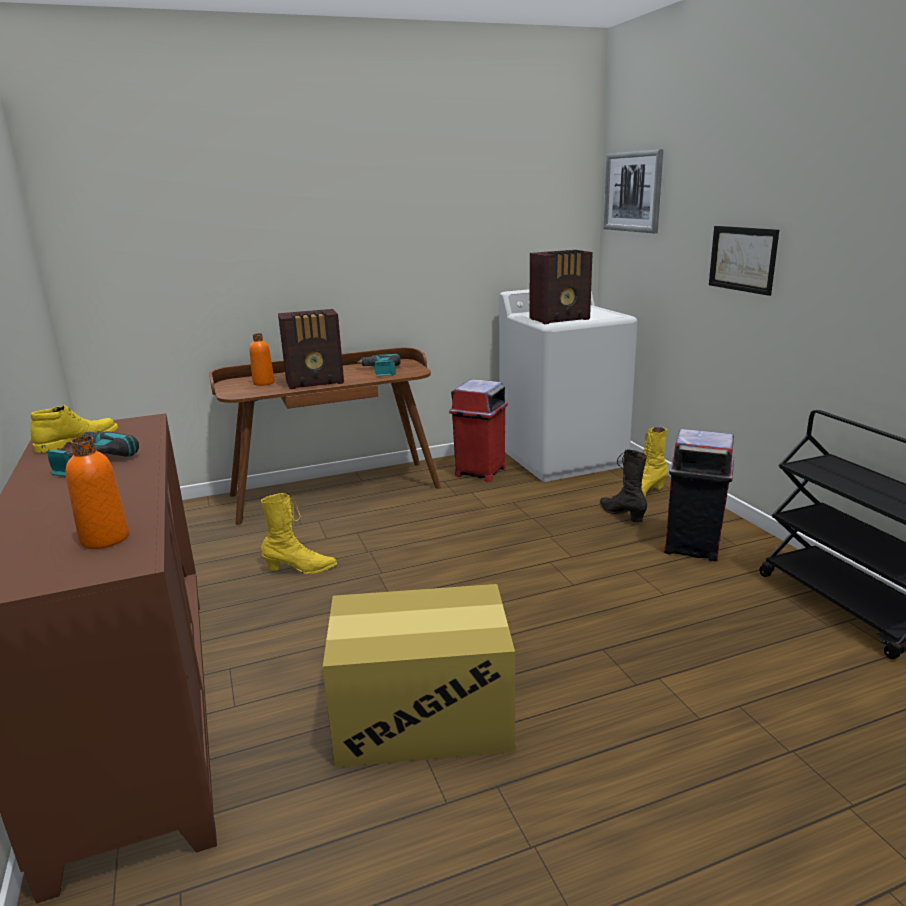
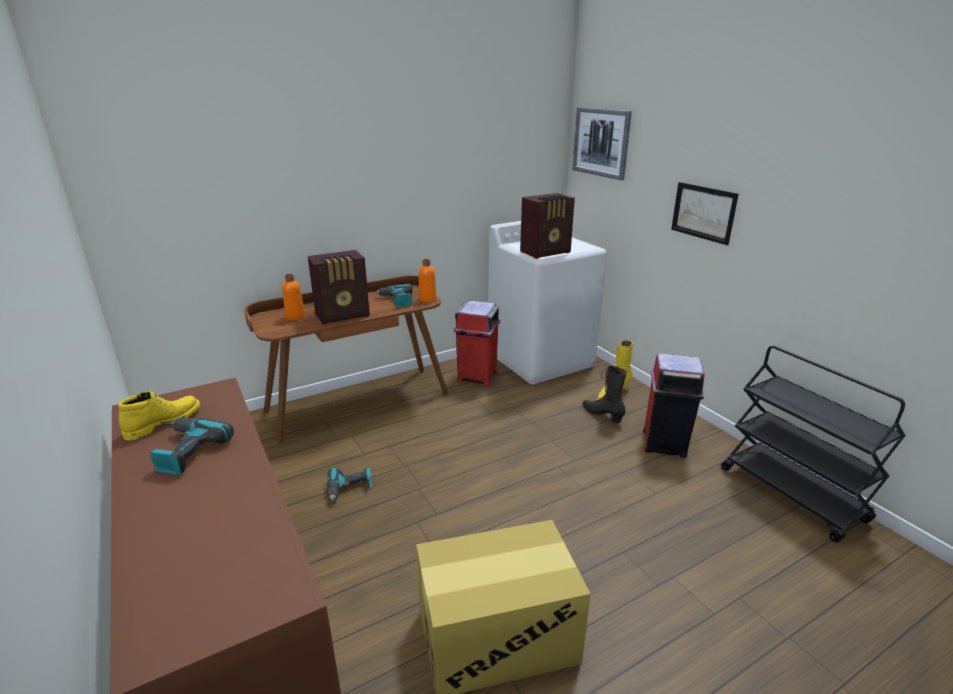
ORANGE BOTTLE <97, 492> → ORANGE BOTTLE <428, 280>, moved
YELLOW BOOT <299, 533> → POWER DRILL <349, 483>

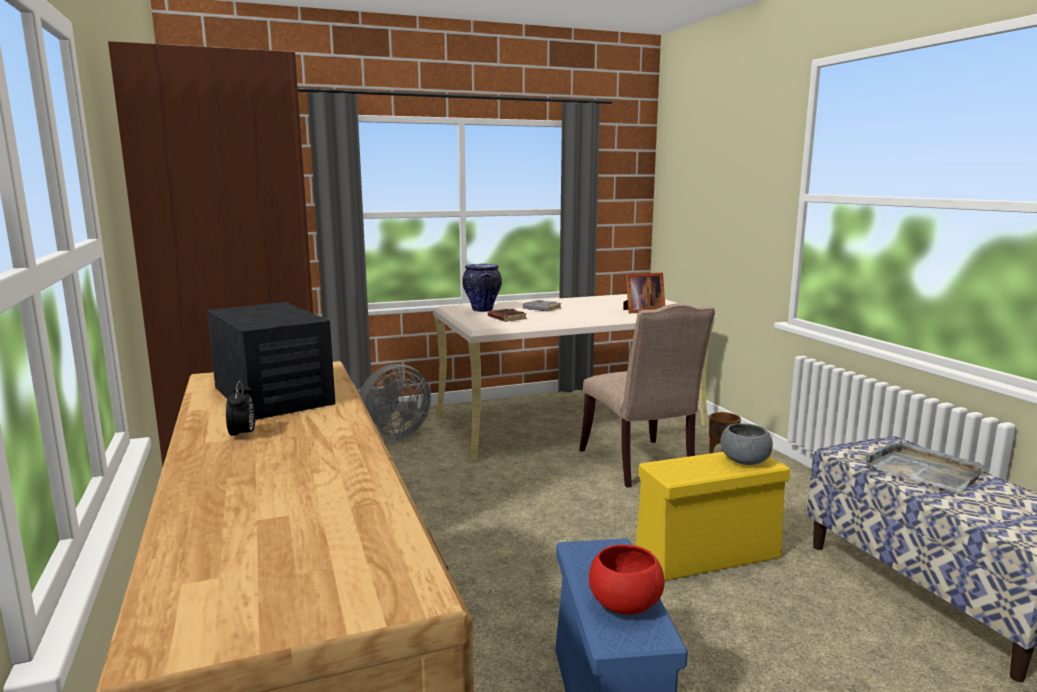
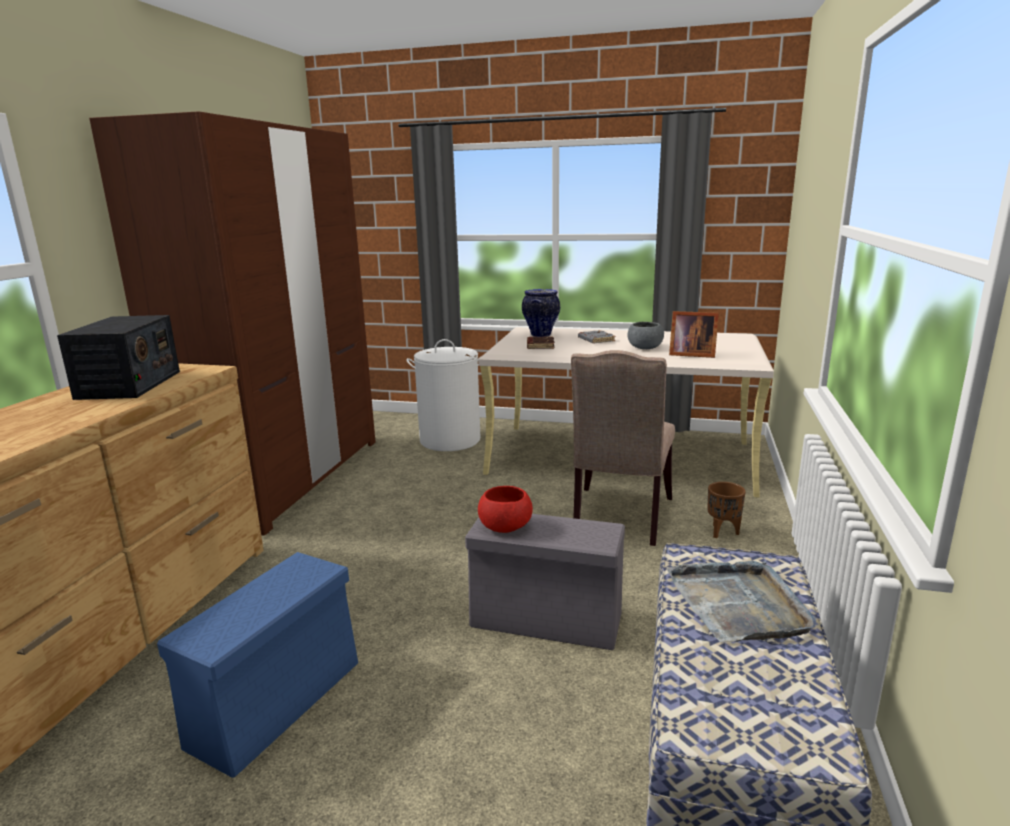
ALARM CLOCK <241, 410> → -
RED BOWL <626, 579> → RED BOWL <505, 509>, moved
GREY BOWL <746, 444> → GREY BOWL <646, 335>, moved
GREY FAN <394, 403> → WHITE LAUNDRY BASKET <443, 395>
YELLOW STORAGE BOX <713, 516> → GREY STORAGE BOX <545, 582>

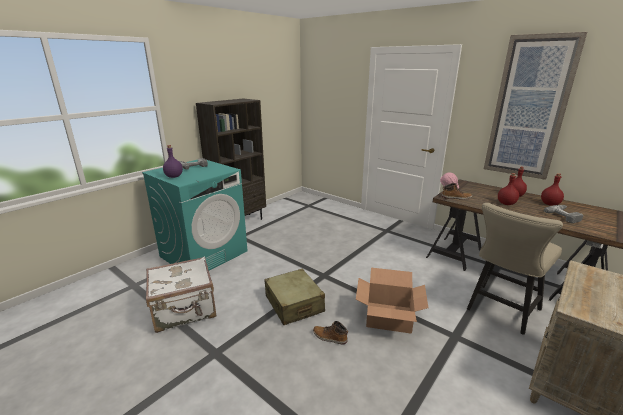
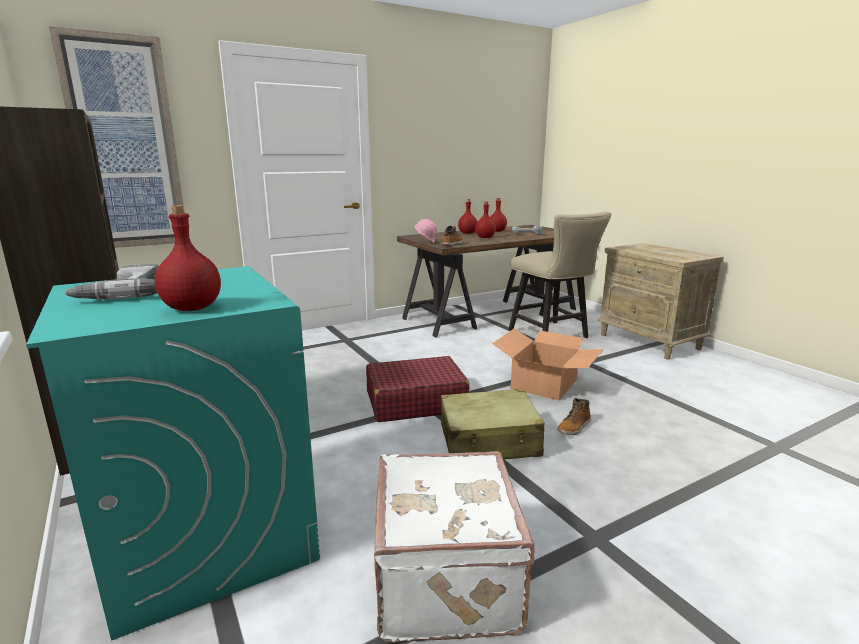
- → RED SUITCASE <417, 389>
PICTURE <535, 106> → PICTURE <117, 137>, moved
PURPLE BOTTLE <173, 161> → RED BOTTLE <188, 258>

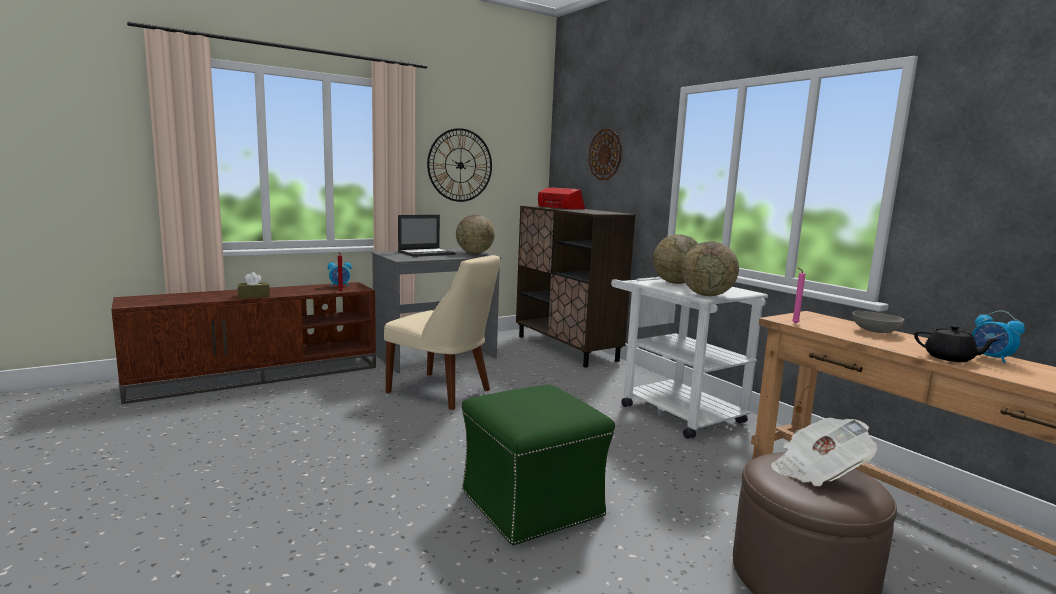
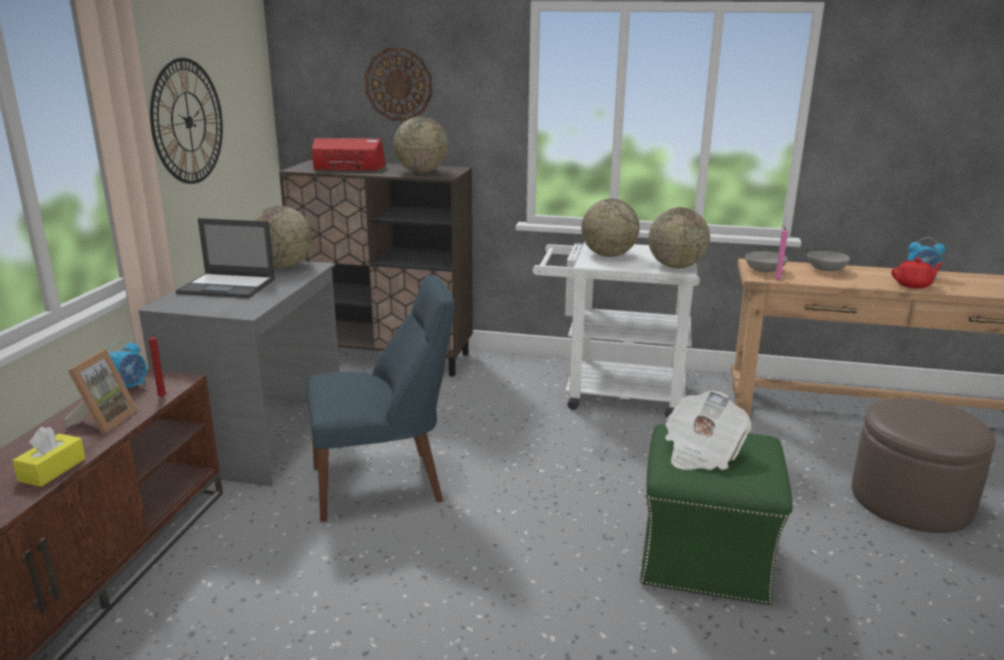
- → PICTURE FRAME <101, 391>
- → GLOBE <421, 145>
- → GREY BOWL <766, 261>
NEWSPAPER <824, 452> → NEWSPAPER <708, 430>, moved
BROWN TISSUE BOX <254, 285> → YELLOW TISSUE BOX <49, 456>
BEIGE CHAIR <442, 332> → BLUE CHAIR <380, 398>
BLACK TEAPOT <957, 343> → RED TEAPOT <917, 273>
LAPTOP <427, 236> → LAPTOP <225, 258>, 90 degrees clockwise

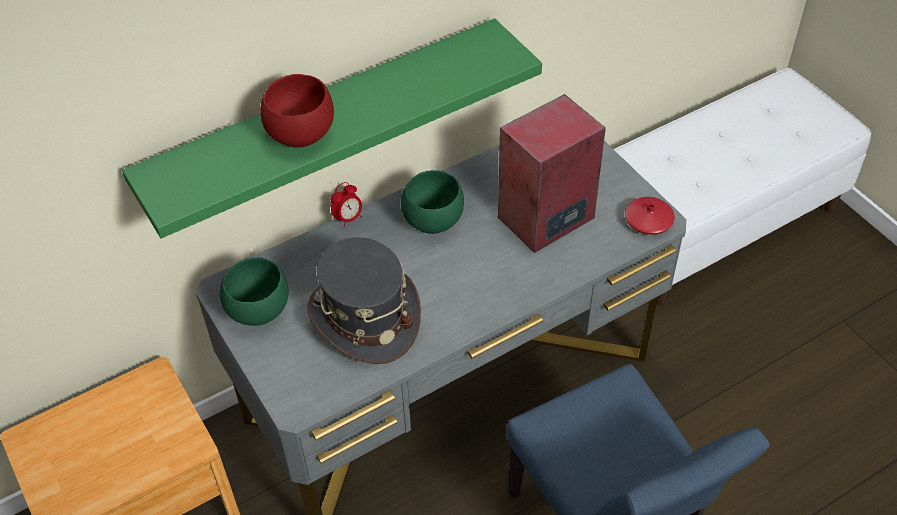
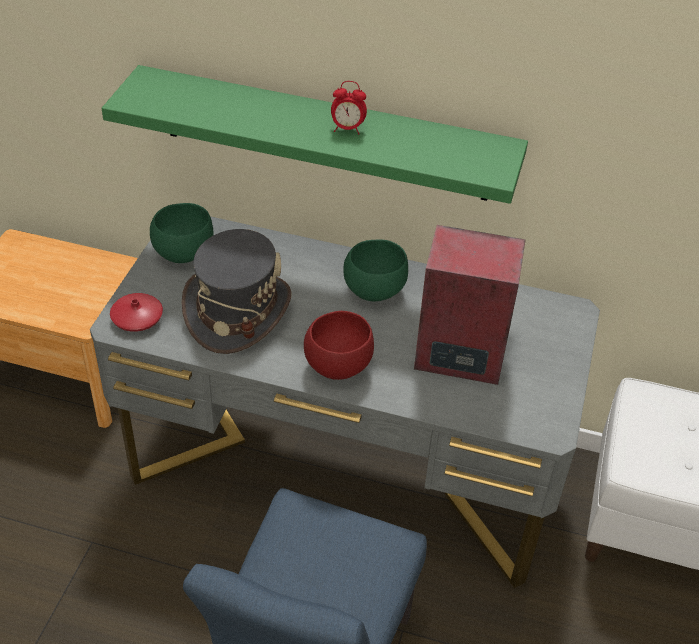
RED BOWL <297, 111> → RED BOWL <339, 345>, moved
ALARM CLOCK <346, 205> → ALARM CLOCK <349, 107>, moved
RED VASE <650, 216> → RED VASE <136, 312>, moved

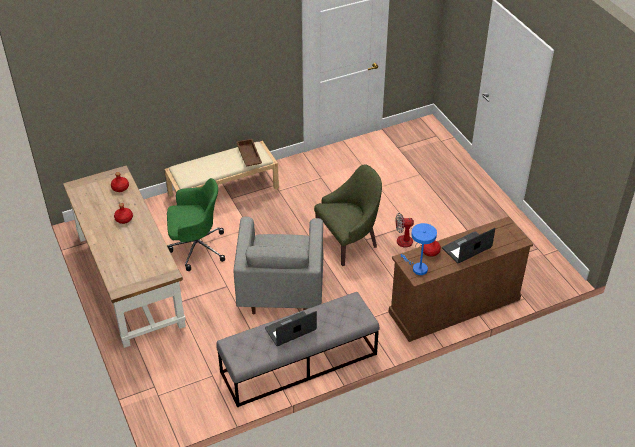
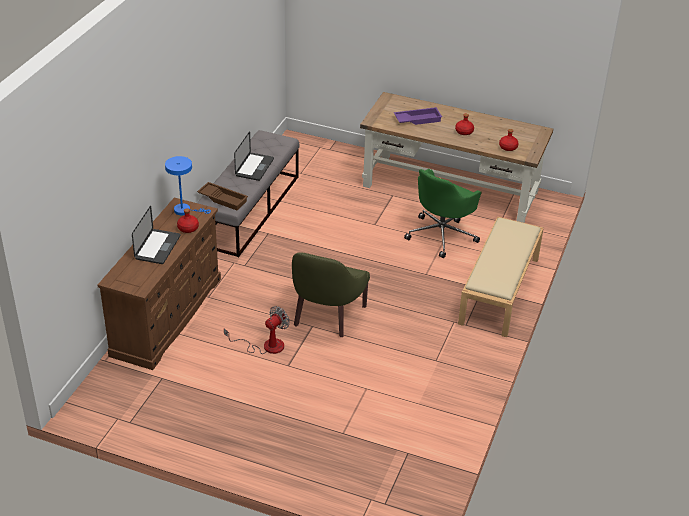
GREY ARMCHAIR <278, 266> → -
- → PURPLE TRAY <418, 116>
BROWN TRAY <249, 152> → BROWN TRAY <222, 196>, moved

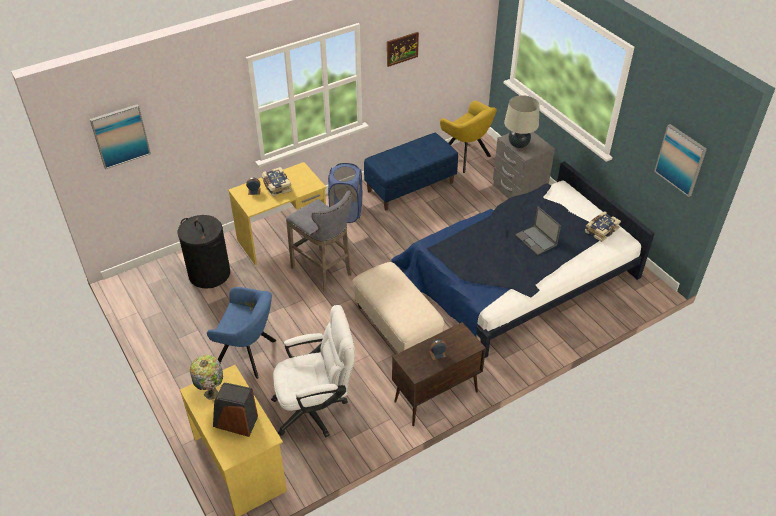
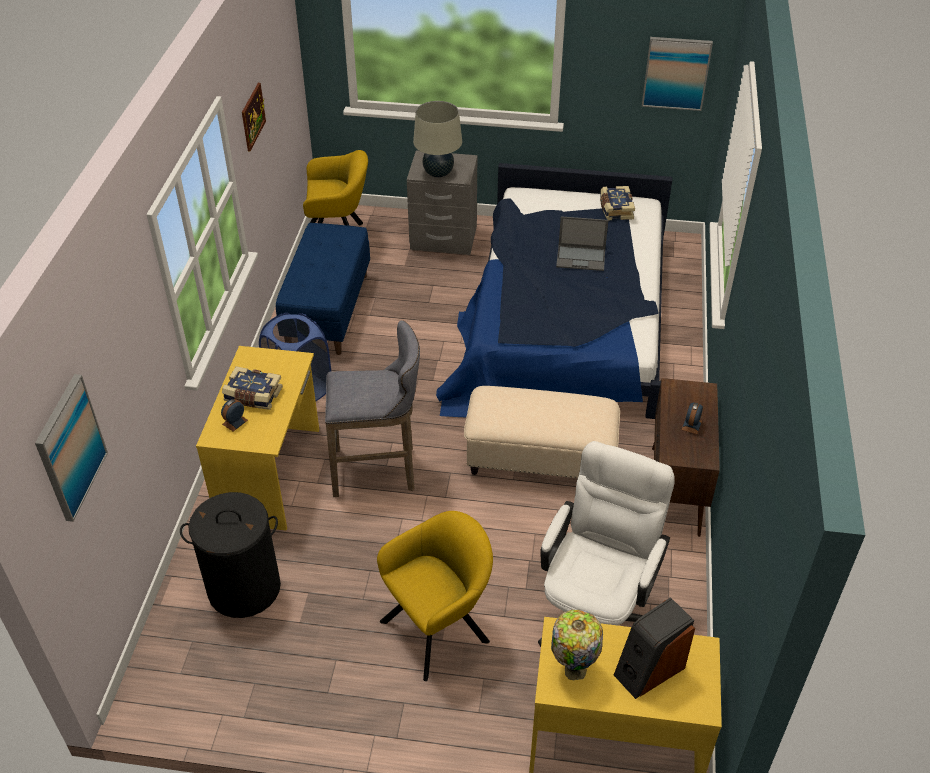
BLUE ARMCHAIR <241, 333> → YELLOW ARMCHAIR <435, 596>

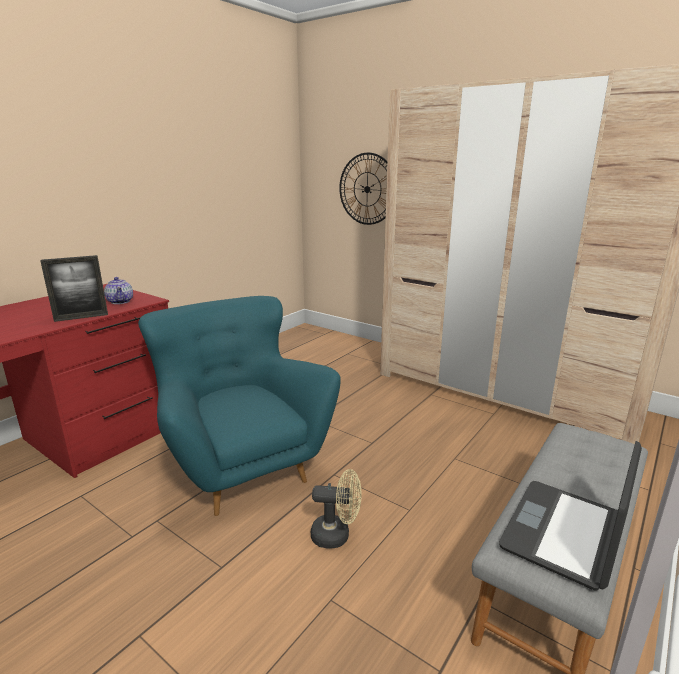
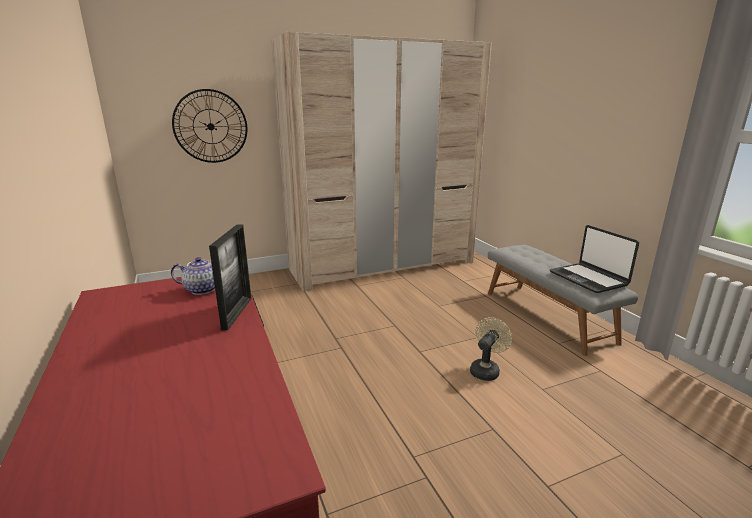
TURQUOISE ARMCHAIR <239, 406> → -

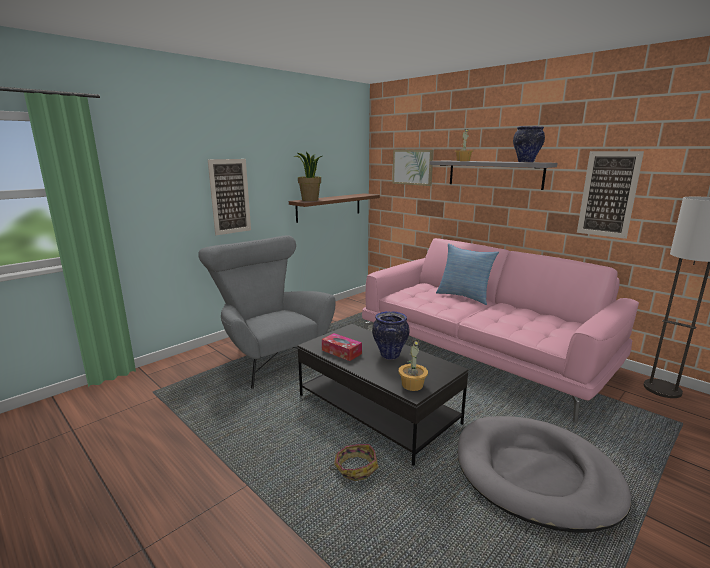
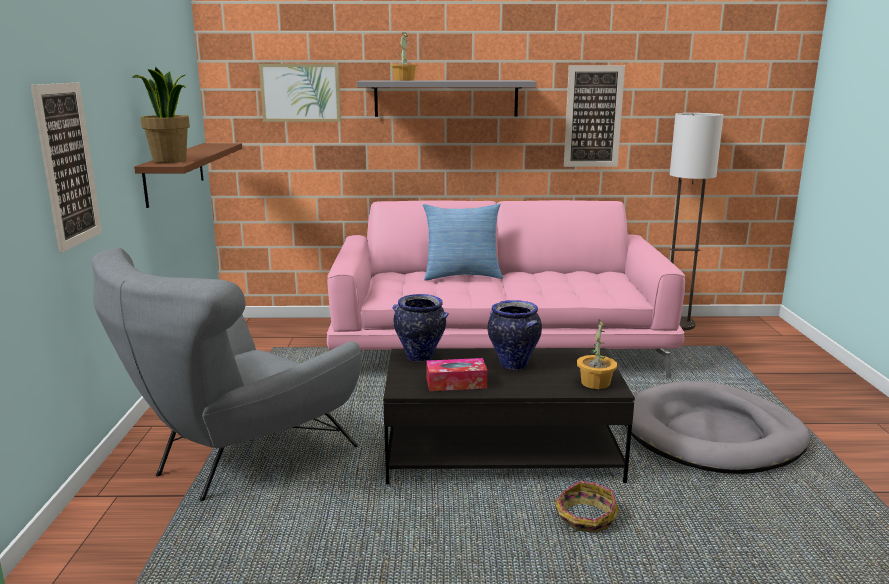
VASE <529, 144> → VASE <421, 328>, moved
GREY ARMCHAIR <267, 312> → GREY ARMCHAIR <226, 374>, 60 degrees counterclockwise

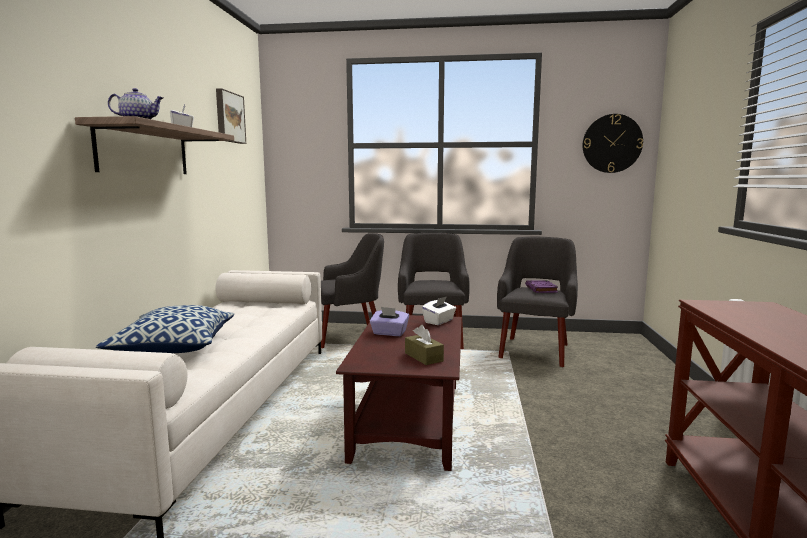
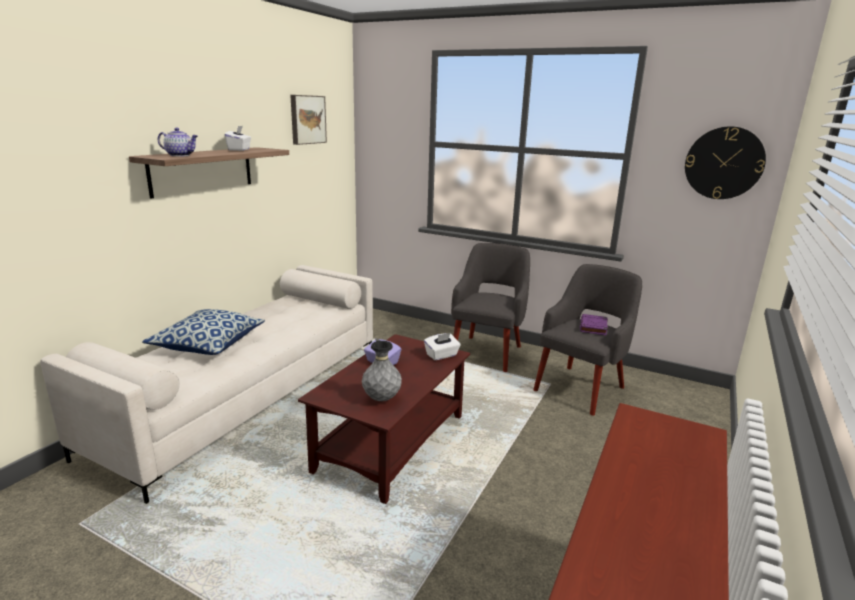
GREY ARMCHAIR <352, 290> → -
BROWN TISSUE BOX <424, 345> → GREY VASE <382, 371>

